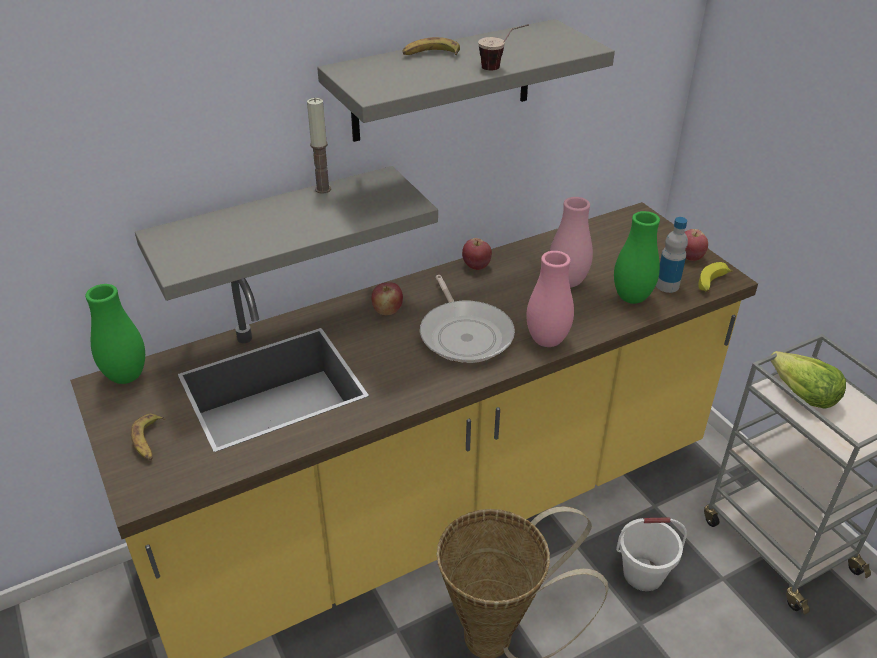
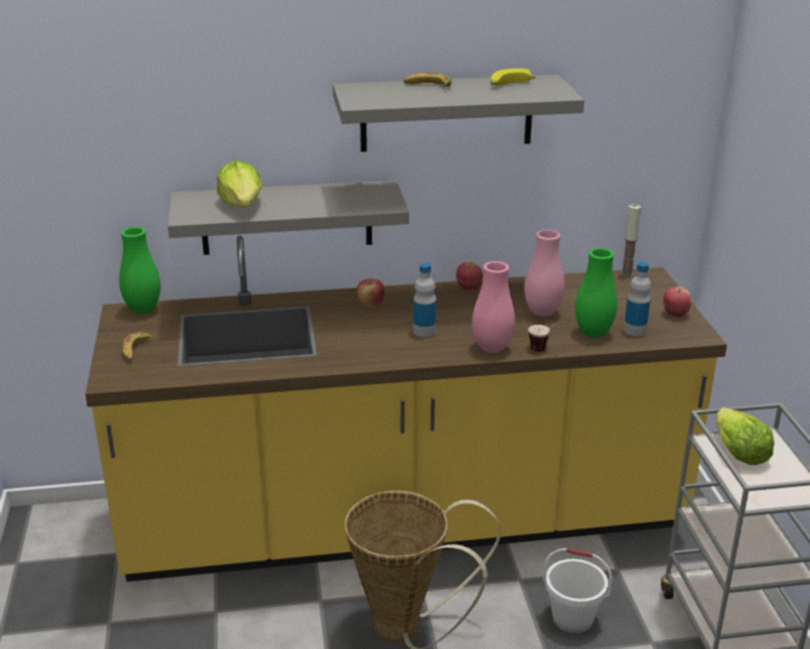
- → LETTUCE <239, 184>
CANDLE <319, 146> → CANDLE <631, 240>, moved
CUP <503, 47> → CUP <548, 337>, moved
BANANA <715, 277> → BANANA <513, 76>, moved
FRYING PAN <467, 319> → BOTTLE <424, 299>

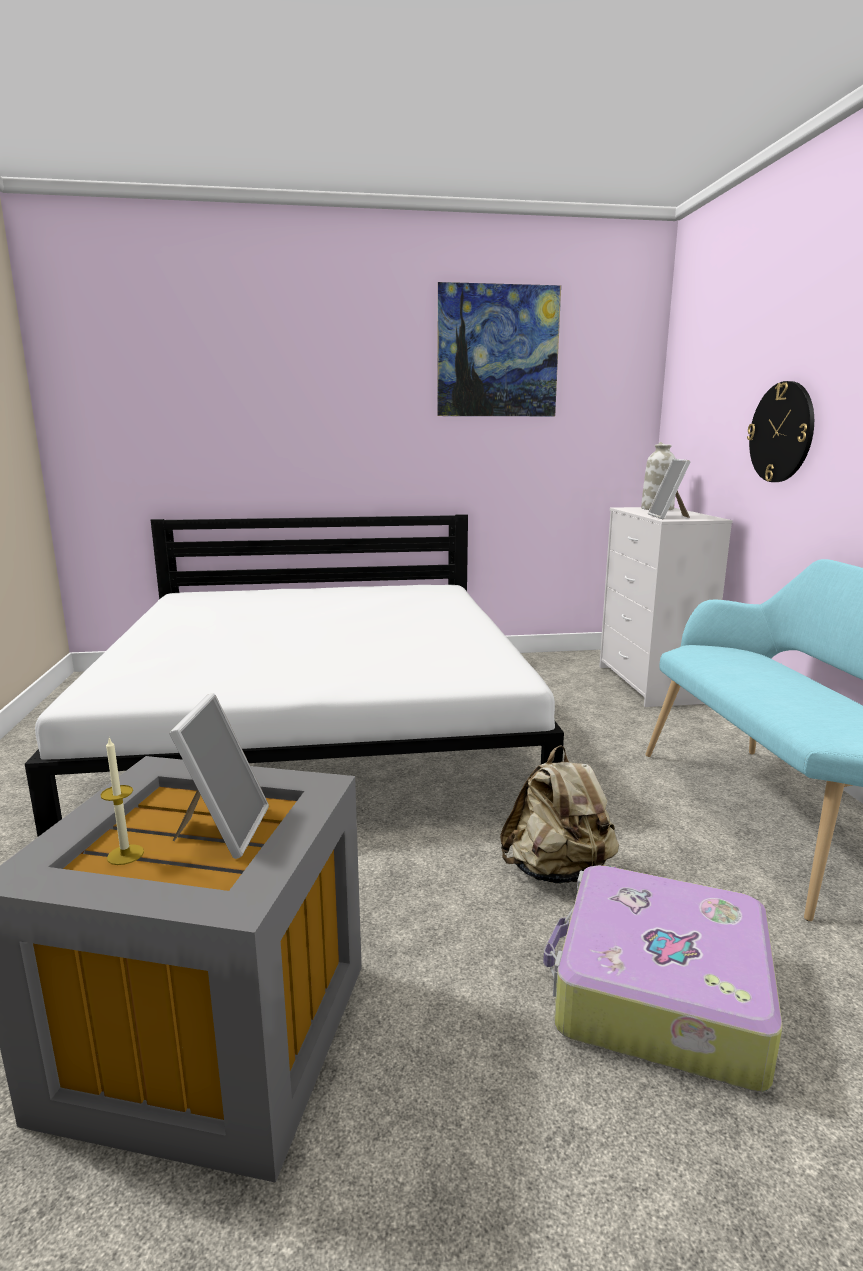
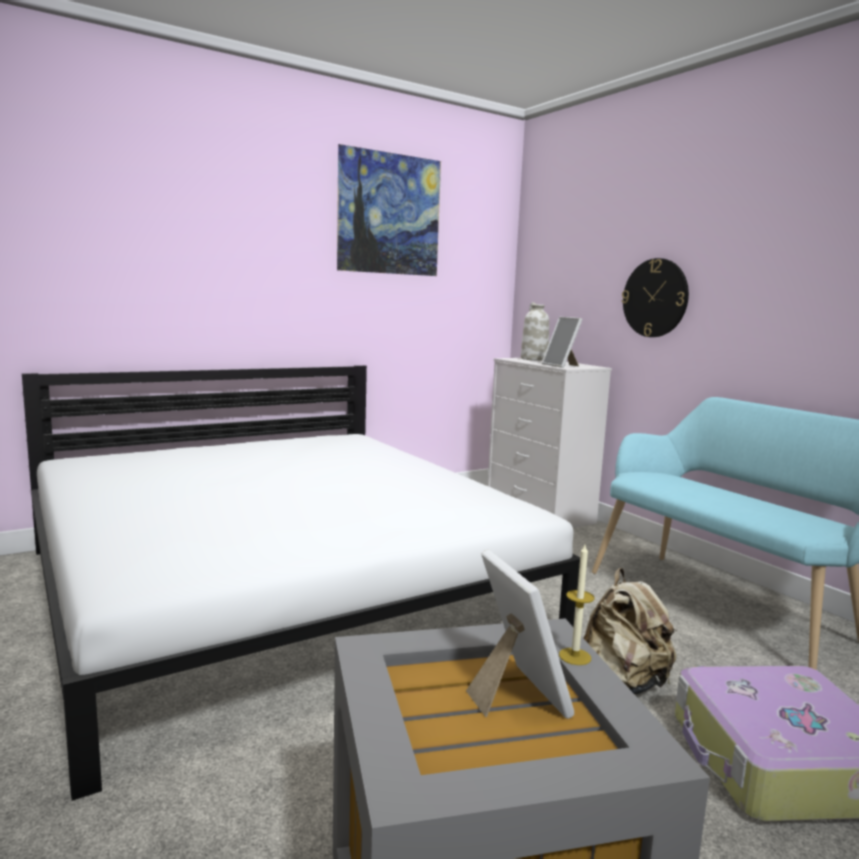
CANDLE <122, 801> → CANDLE <576, 605>, moved

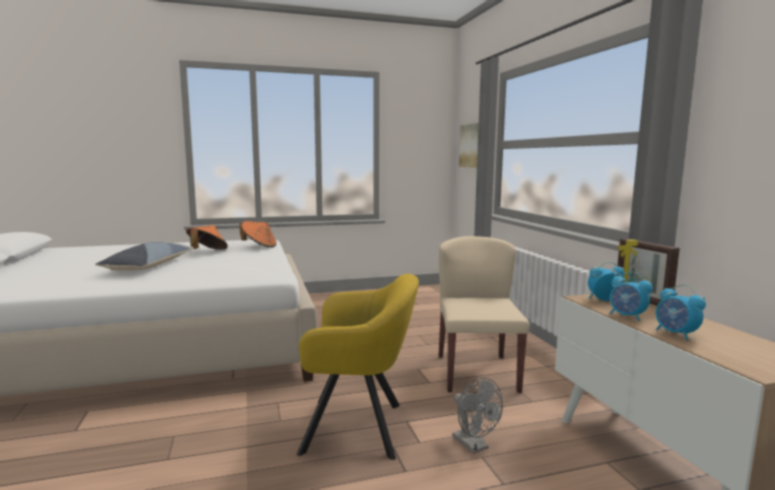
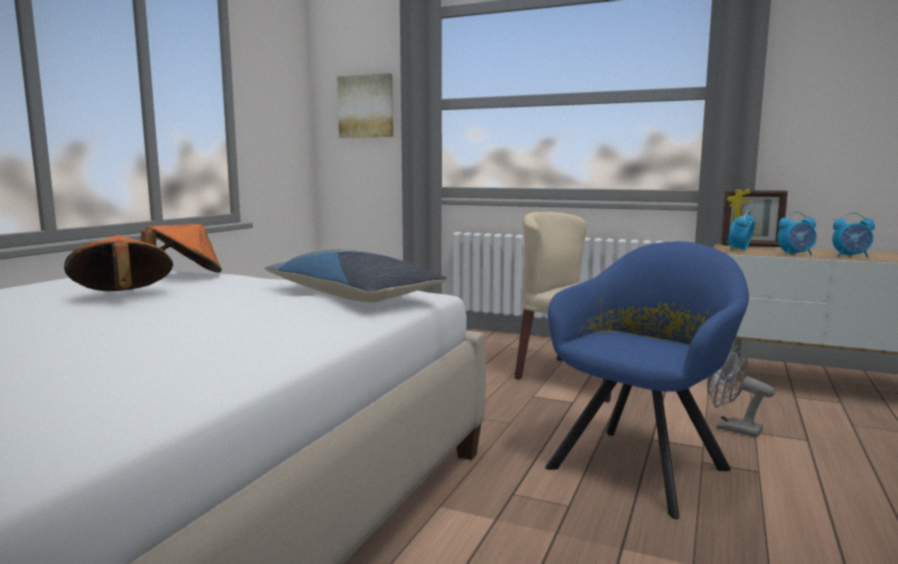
PILLOW <144, 256> → PILLOW <355, 275>, moved
YELLOW ARMCHAIR <358, 367> → BLUE ARMCHAIR <647, 380>
GREY FAN <477, 416> → GREY FAN <741, 391>, 150 degrees counterclockwise

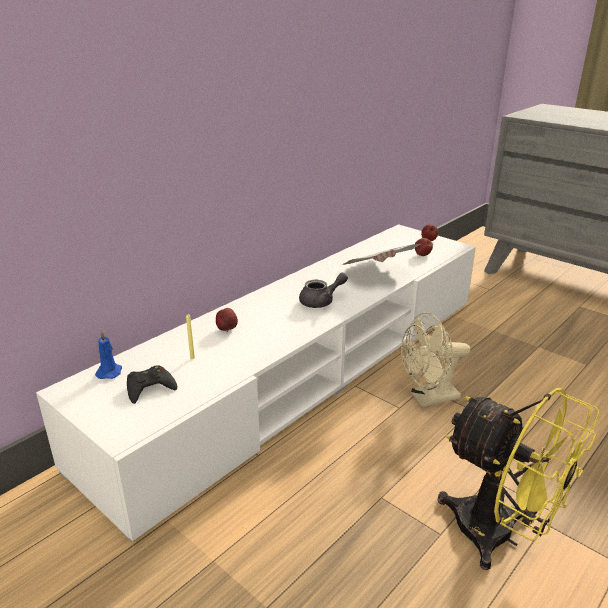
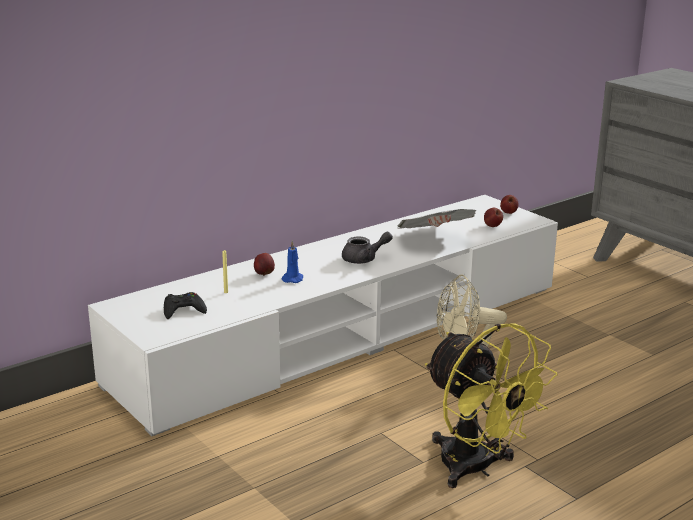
BLUE CANDLE <108, 355> → BLUE CANDLE <292, 261>, moved

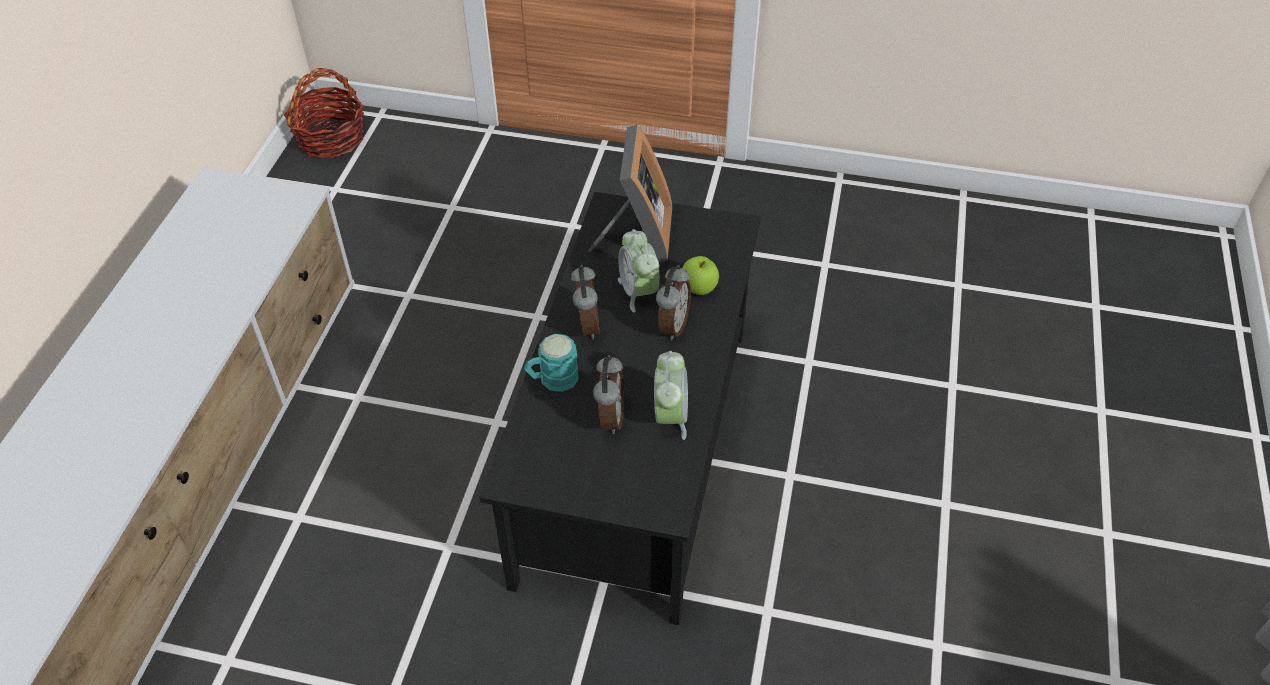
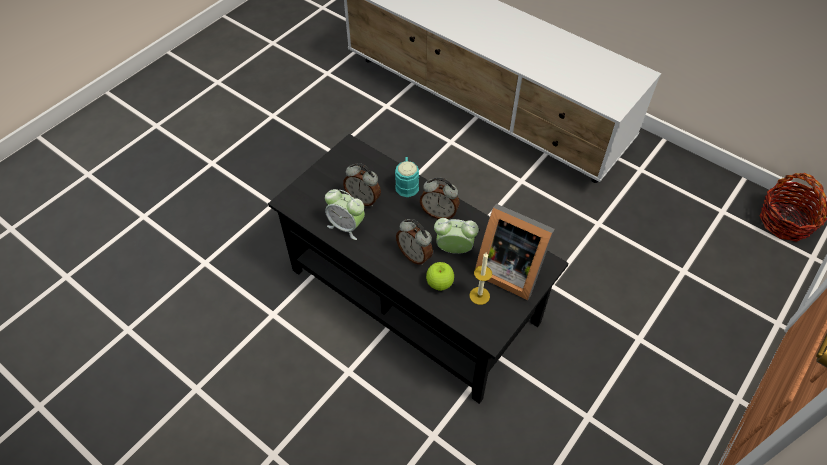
- → CANDLE <481, 278>

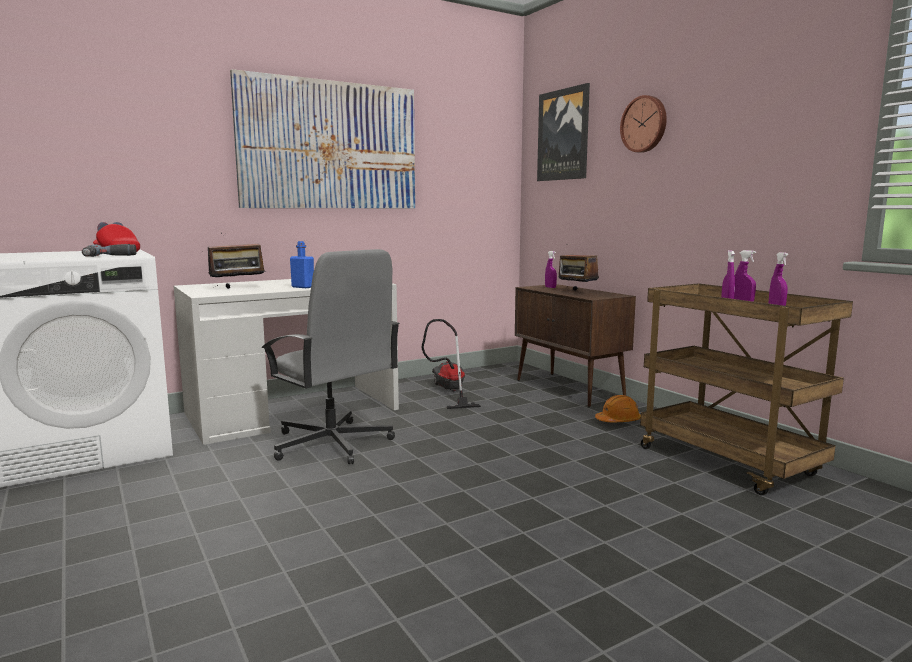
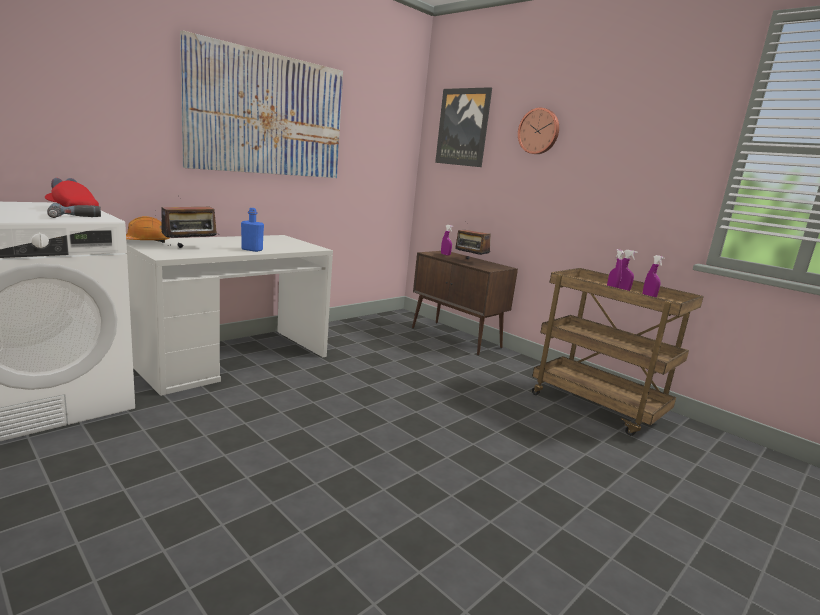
GREY OFFICE CHAIR <330, 356> → -
VACUUM CLEANER <451, 364> → -
ORANGE HARD HAT <618, 409> → ORANGE HARD HAT <148, 229>, moved

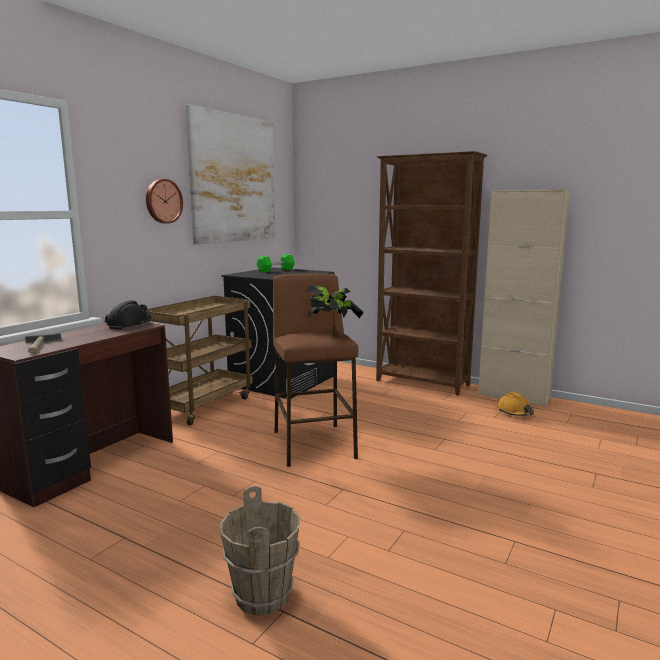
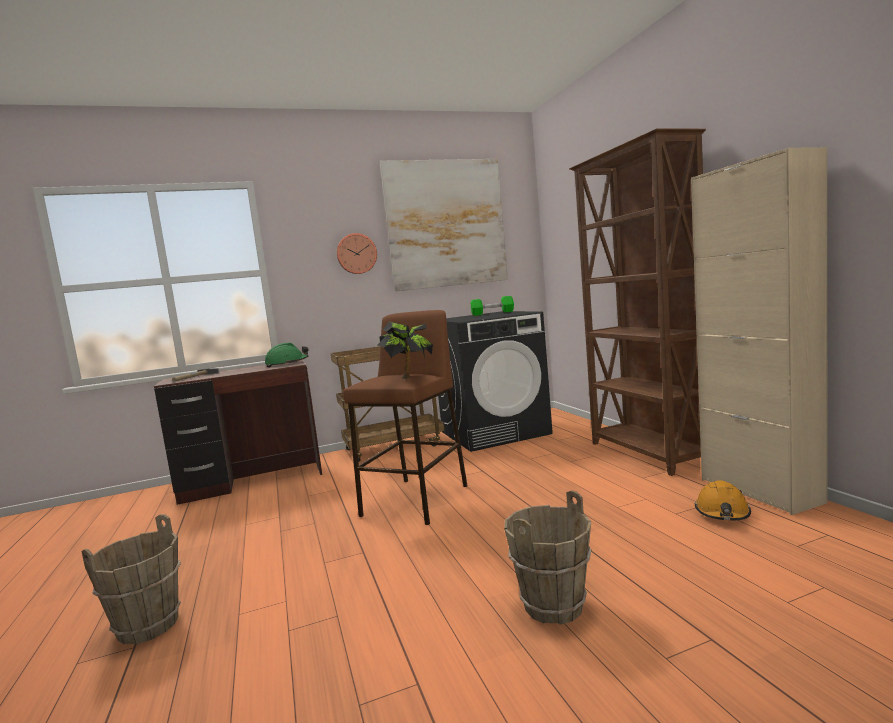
- → BROWN BUCKET <548, 557>
BLACK HARD HAT <128, 315> → GREEN HARD HAT <286, 354>

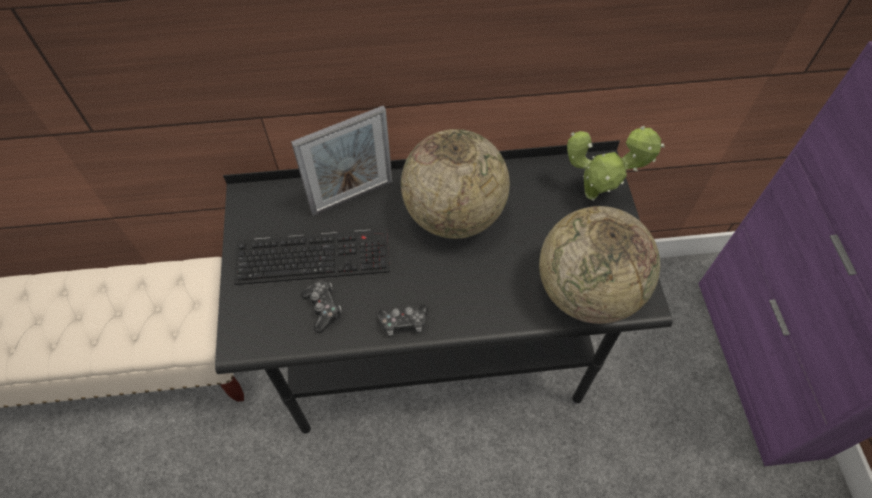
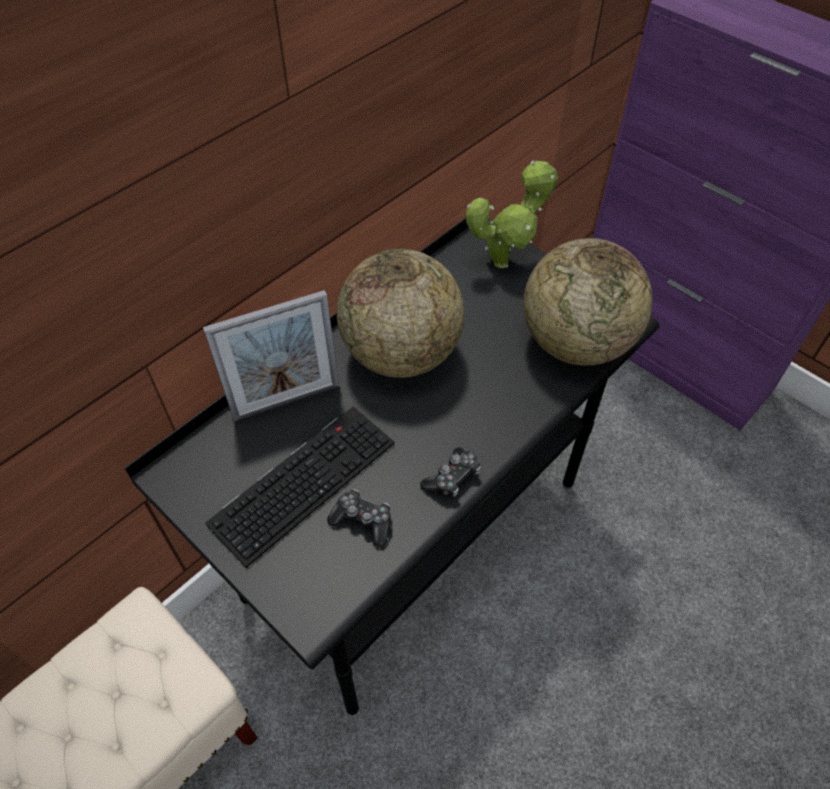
PICTURE FRAME <341, 160> → PICTURE FRAME <271, 355>, 45 degrees clockwise

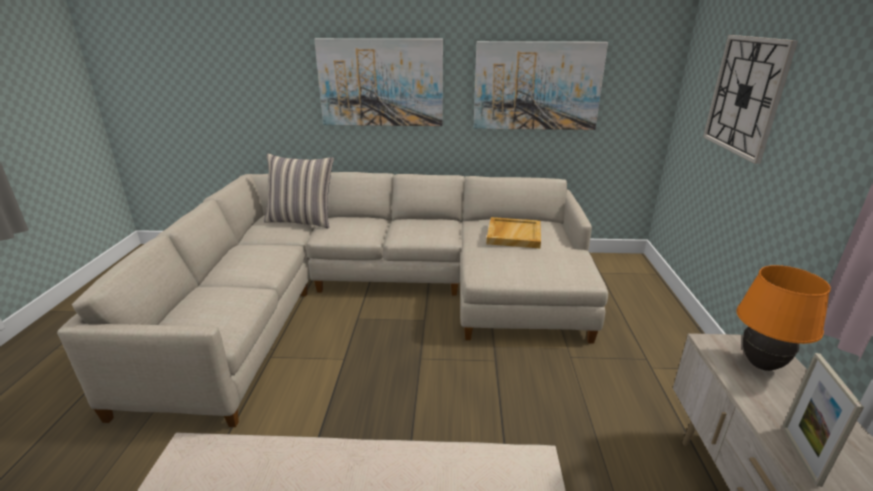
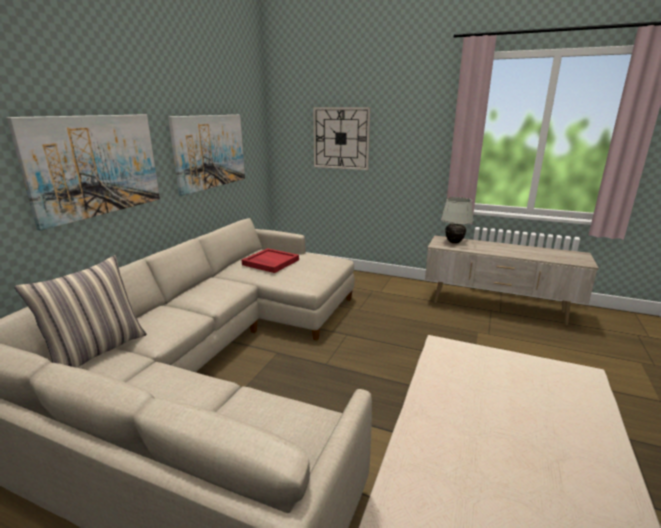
PICTURE FRAME <823, 420> → -
BEIGE TRAY <513, 232> → RED TRAY <270, 260>
ORANGE TABLE LAMP <783, 318> → WHITE TABLE LAMP <457, 220>

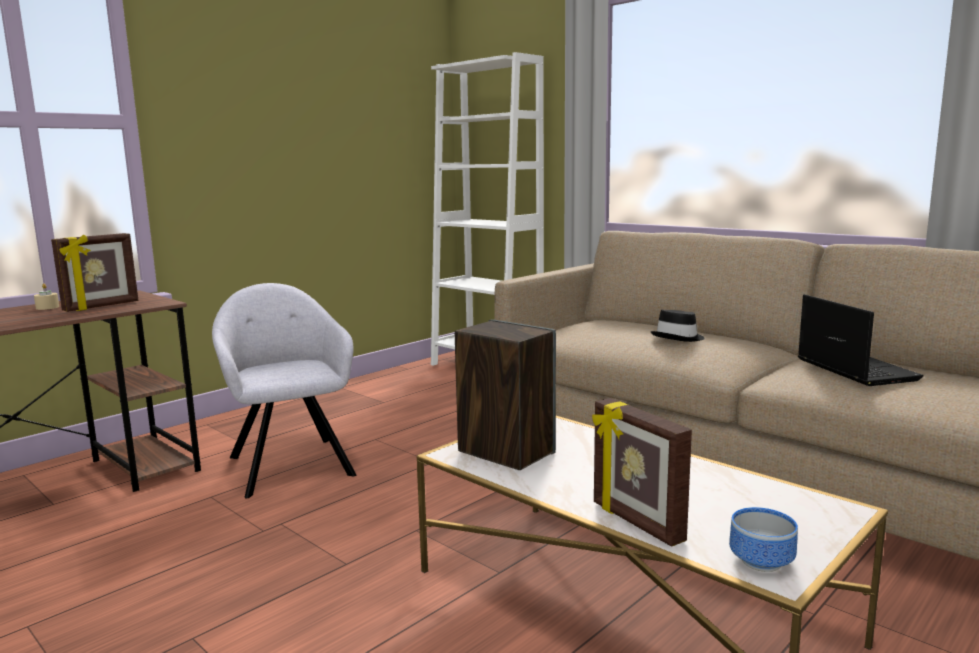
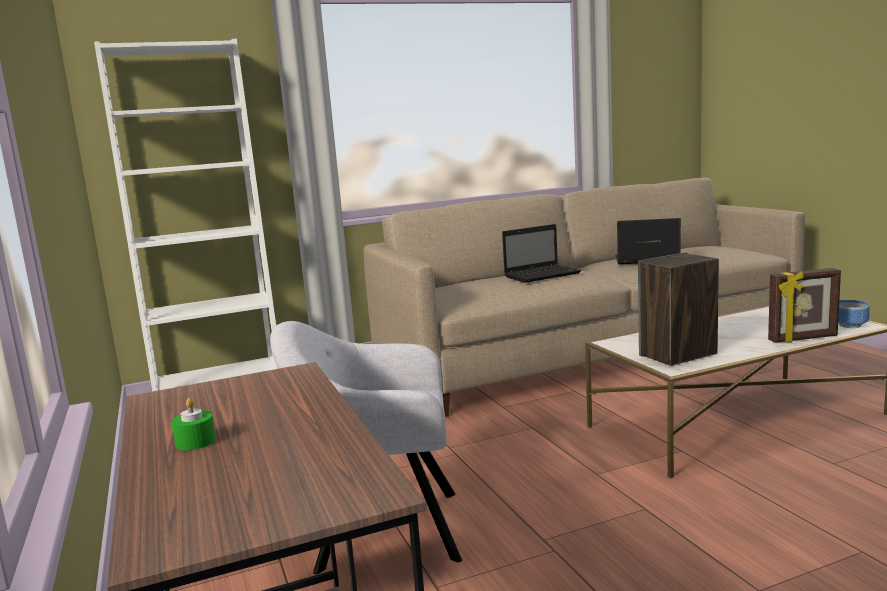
PICTURE FRAME <94, 272> → -
BLACK HAT <678, 326> → LAPTOP <541, 253>
BEIGE CANDLE <46, 297> → GREEN CANDLE <193, 424>

